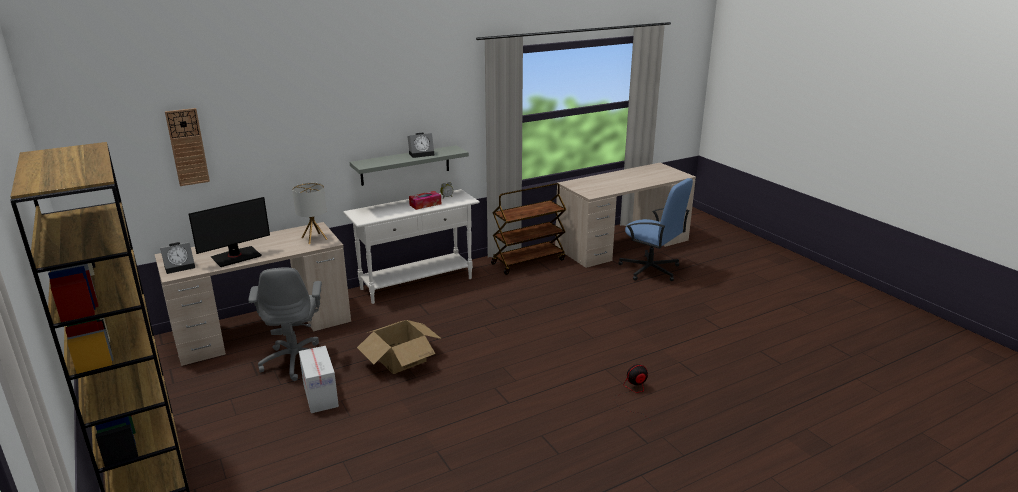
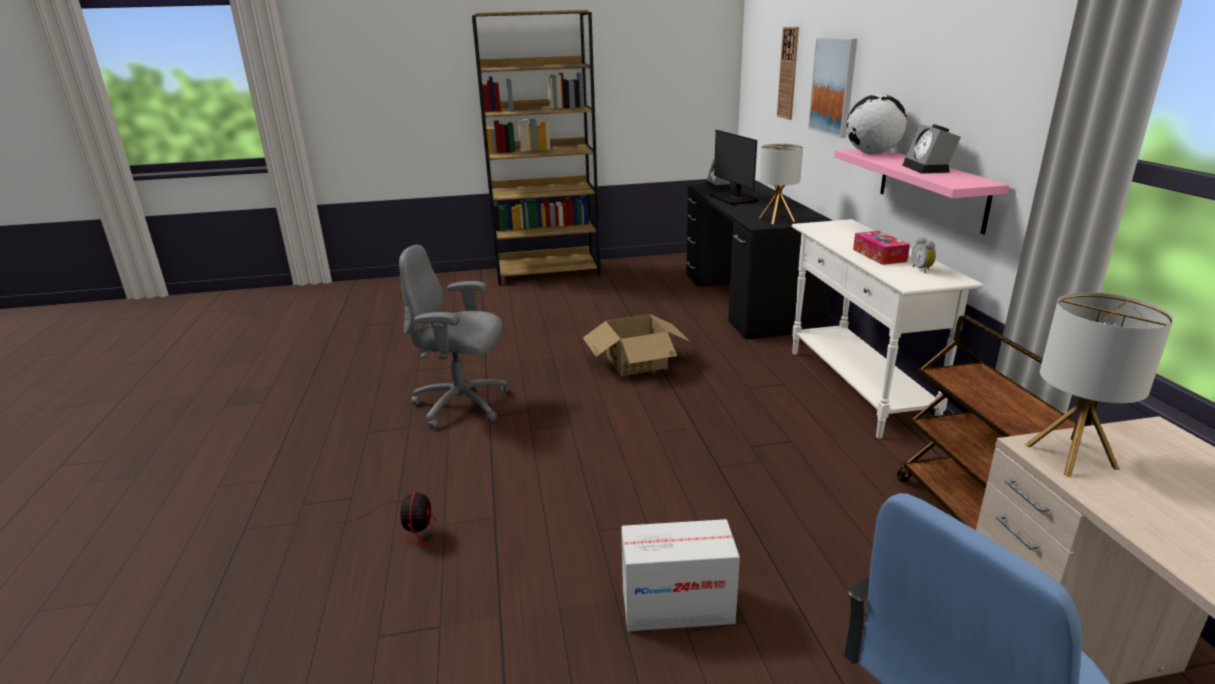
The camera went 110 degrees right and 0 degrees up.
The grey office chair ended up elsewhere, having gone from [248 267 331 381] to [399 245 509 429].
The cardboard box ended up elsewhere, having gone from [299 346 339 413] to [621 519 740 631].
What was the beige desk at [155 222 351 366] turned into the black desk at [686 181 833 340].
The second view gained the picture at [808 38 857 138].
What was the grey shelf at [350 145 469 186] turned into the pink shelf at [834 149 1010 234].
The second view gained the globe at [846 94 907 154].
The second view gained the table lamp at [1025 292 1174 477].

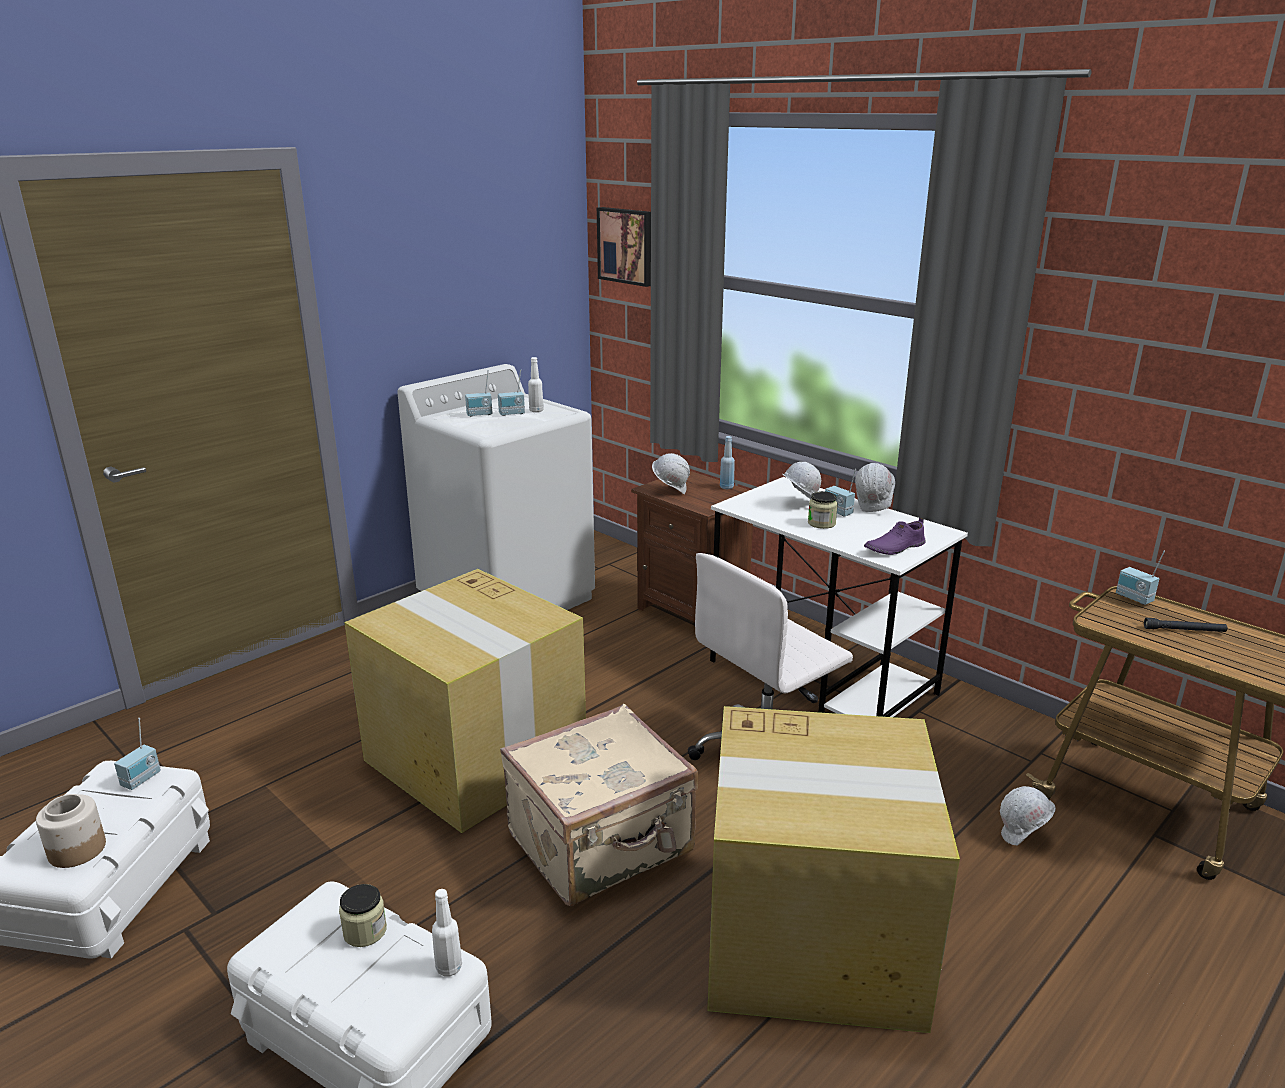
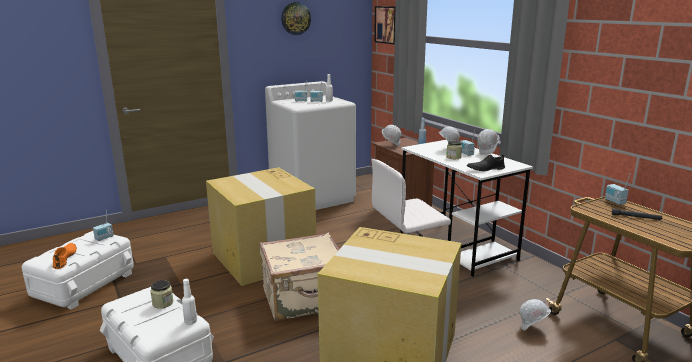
The camera went 15 degrees right and 5 degrees down.
Where the jar stood at [36 794 106 868], the orange shoe came to stand at [53 243 77 269].
The second view gained the wall clock at [281 2 311 35].
What was the purple shoe at [864 518 926 555] turned into the black shoe at [467 154 505 171].

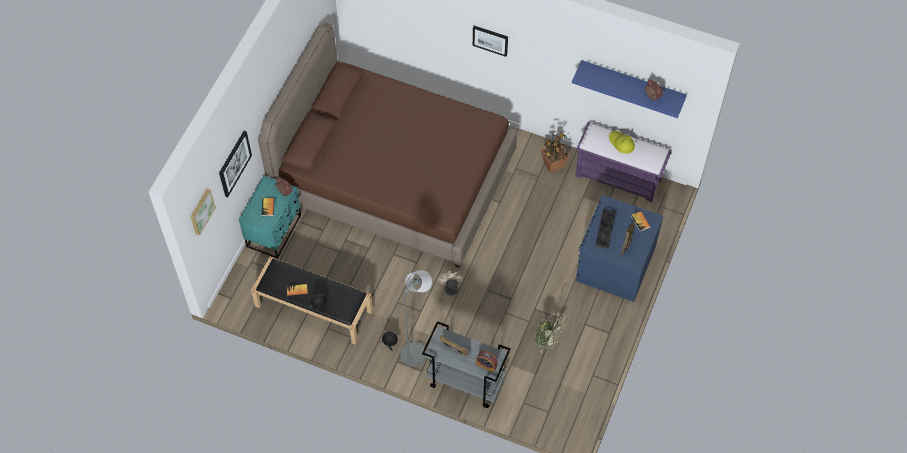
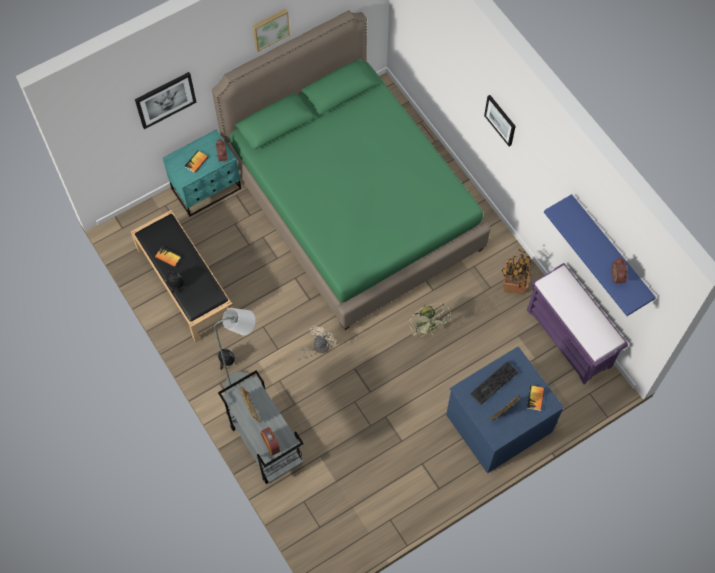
The camera went 35 degrees right and 5 degrees up.
What was the brown bed at [258 23 517 268] turned into the green bed at [212 10 491 330].
The picture ended up elsewhere, having gone from [190 189 216 236] to [253 9 290 52].
The green fan ended up elsewhere, having gone from [534 312 566 353] to [409 303 451 337].
The second view lost the yellow hat at [609 131 635 154].

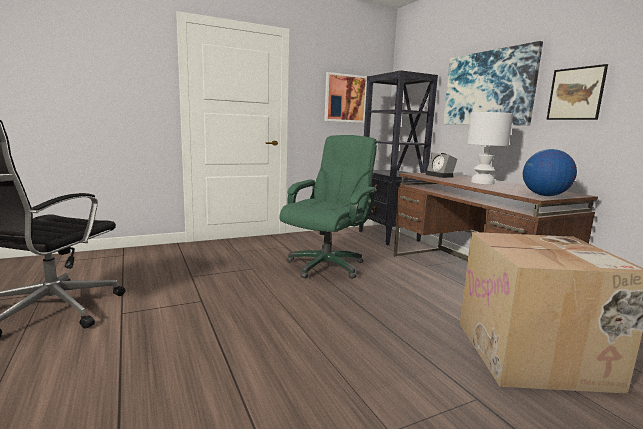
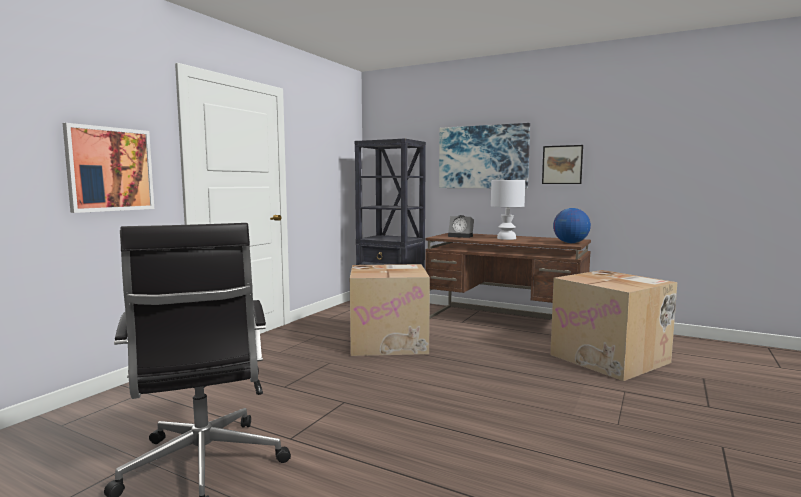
The camera went 35 degrees left and 5 degrees down.
The picture ended up elsewhere, having gone from [324 72 367 123] to [63 123 154 213].
Where the green office chair stood at [279 135 377 279], the cardboard box came to stand at [350 264 430 356].

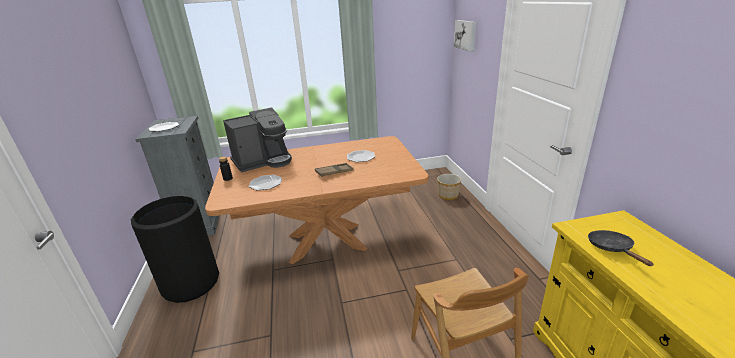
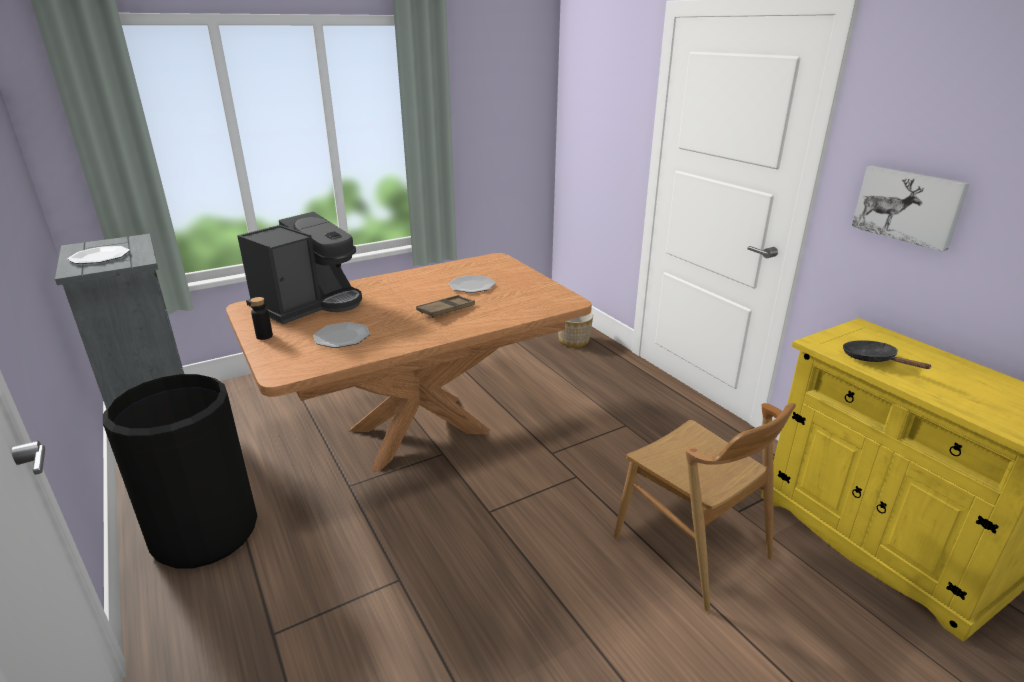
The camera went 20 degrees left and 0 degrees up.
The picture ended up elsewhere, having gone from [454 20 476 52] to [851 166 970 252].

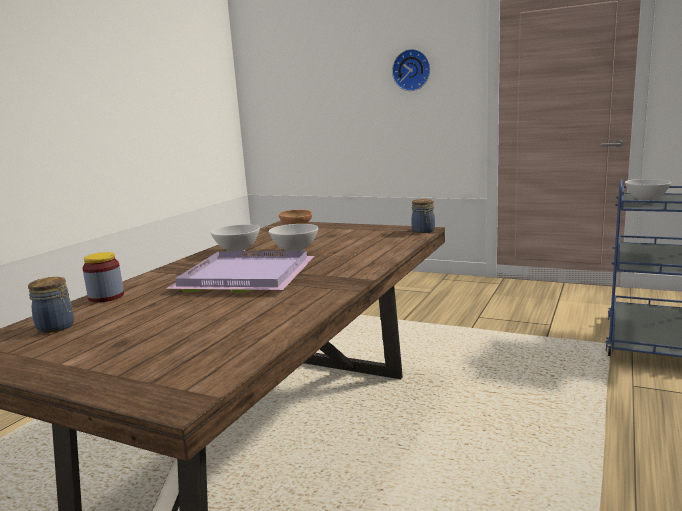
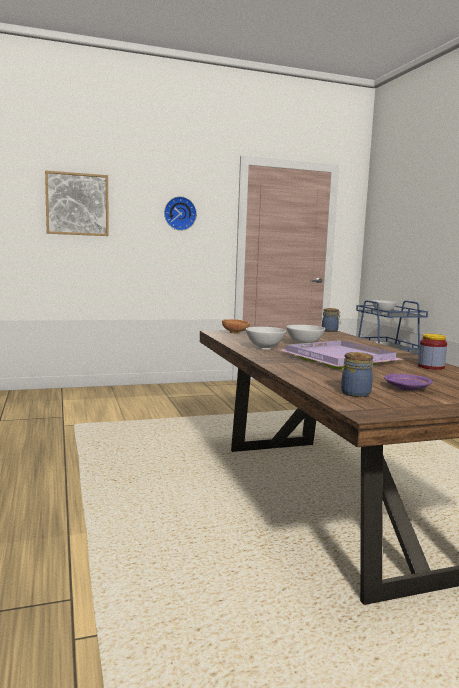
The camera went 45 degrees left and 5 degrees down.
The second view gained the picture at [45 170 109 236].
The second view gained the purple plate at [384 374 433 390].
The jar ended up elsewhere, having gone from [83 252 124 303] to [418 334 447 370].

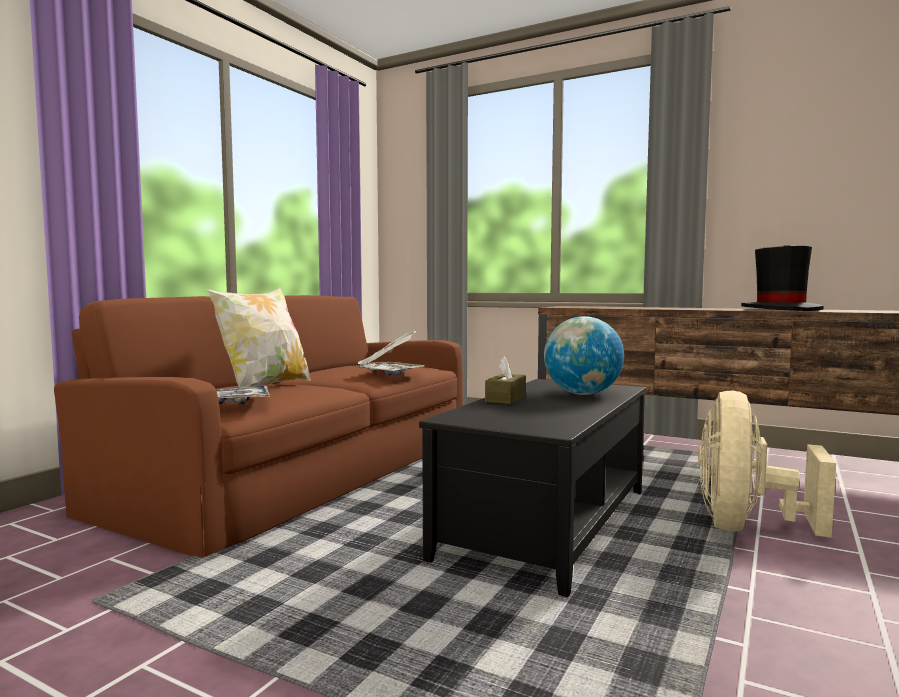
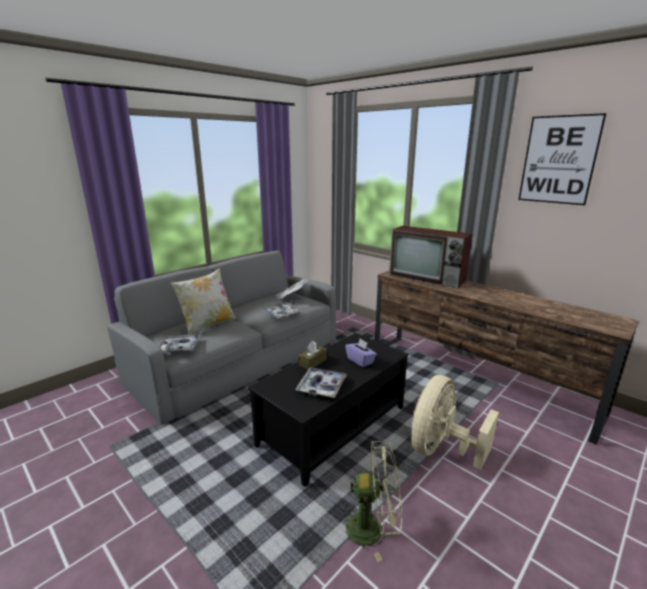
The camera went 15 degrees right and 15 degrees up.
What was the brown sofa at [54 295 463 557] turned into the grey sofa at [107 251 336 425].
The second view gained the tray at [295 368 347 398].
The second view gained the green fan at [340 441 402 562].
Where the globe stood at [544 316 624 395], the purple tissue box came to stand at [345 339 377 367].
The second view gained the television at [389 226 473 288].
The second view gained the picture at [519 113 607 205].
The second view lost the black hat at [741 245 824 311].

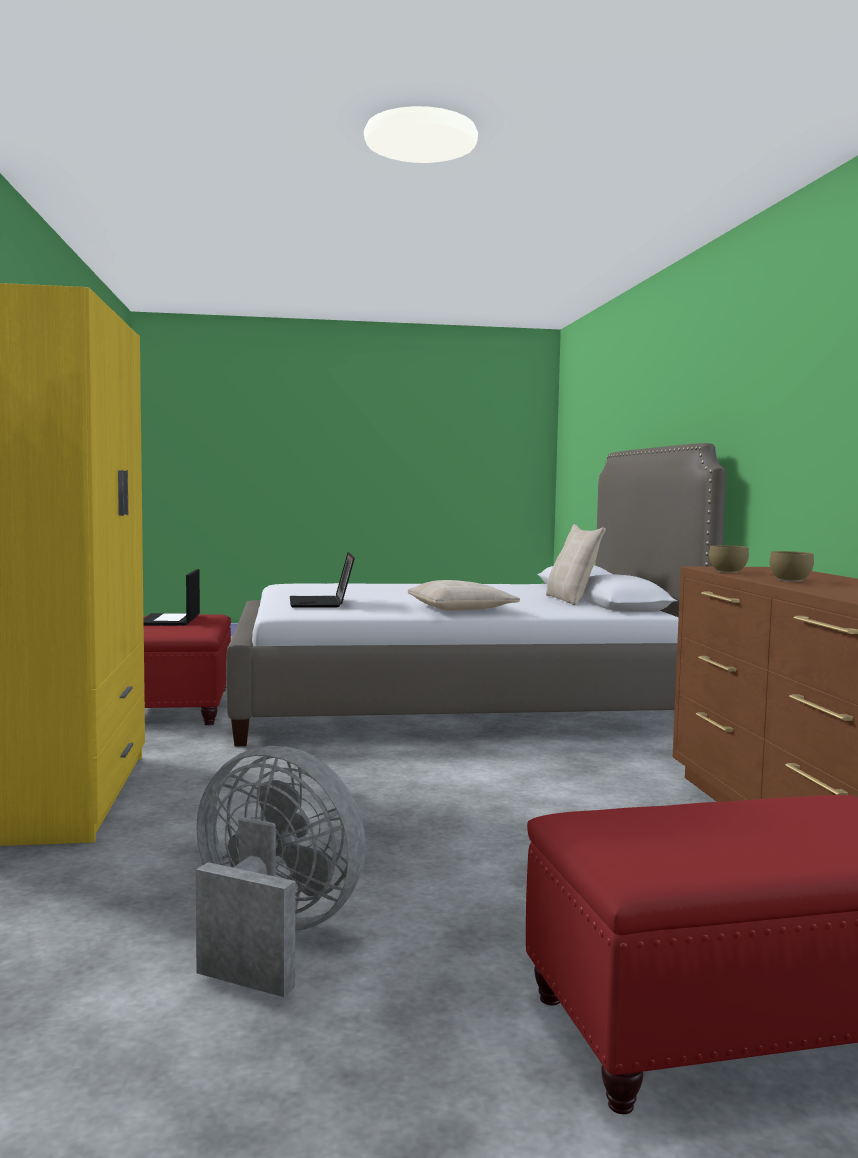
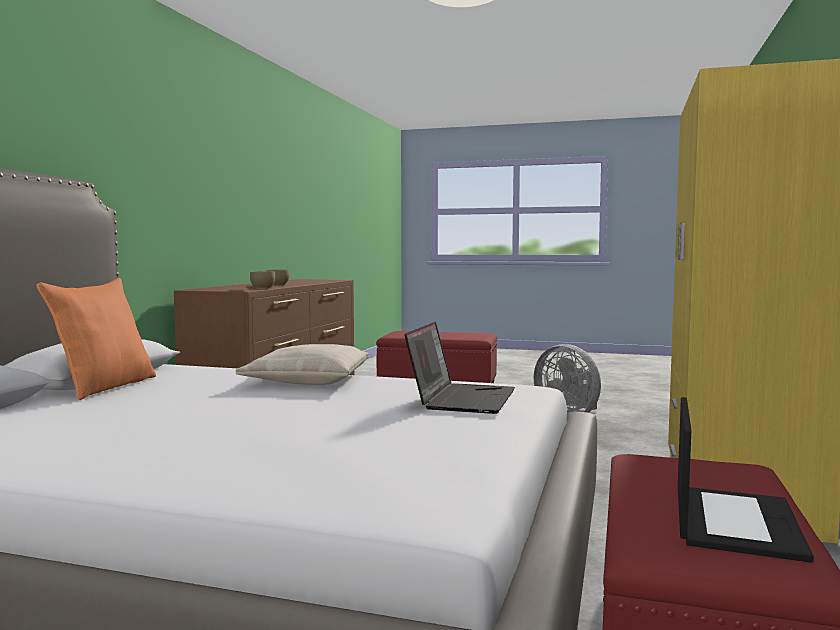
The camera went 155 degrees left and 0 degrees up.
What was the beige pillow at [546 524 606 605] turned into the orange pillow at [37 278 156 400].

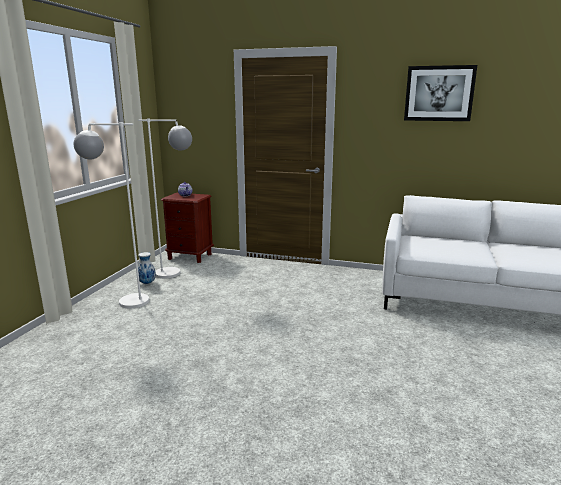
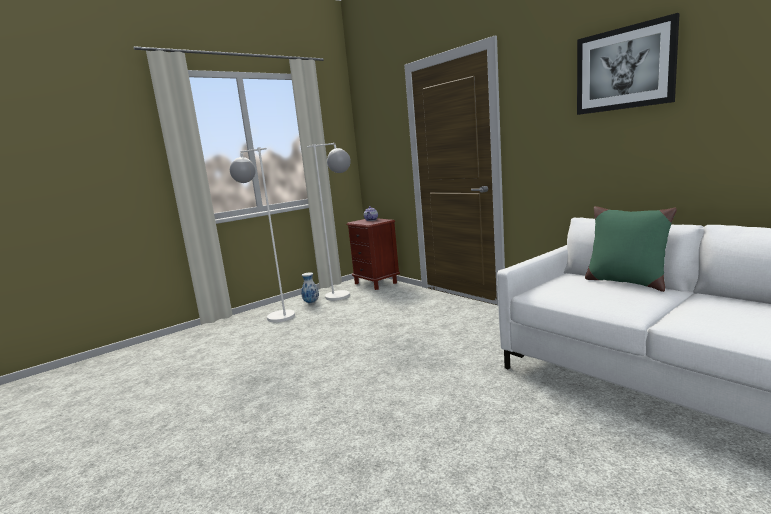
The camera went 35 degrees right and 5 degrees down.
The second view gained the green pillow at [585 206 677 292].

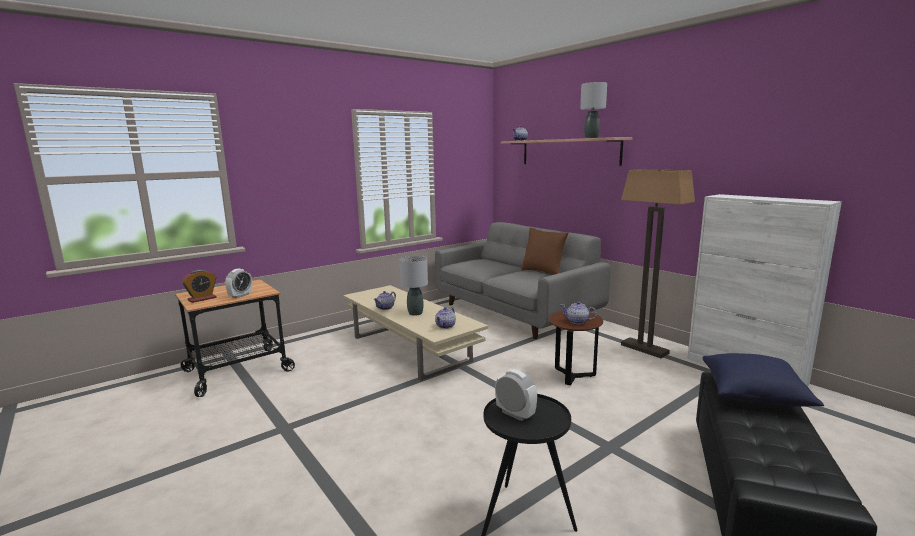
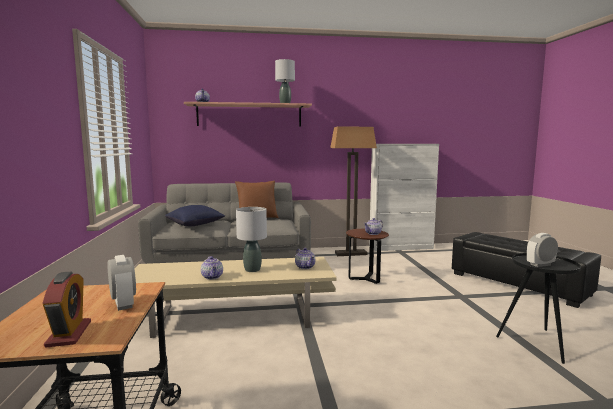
The camera went 60 degrees left and 5 degrees down.
The blue pillow ended up elsewhere, having gone from [703 353 824 407] to [165 205 225 226].

